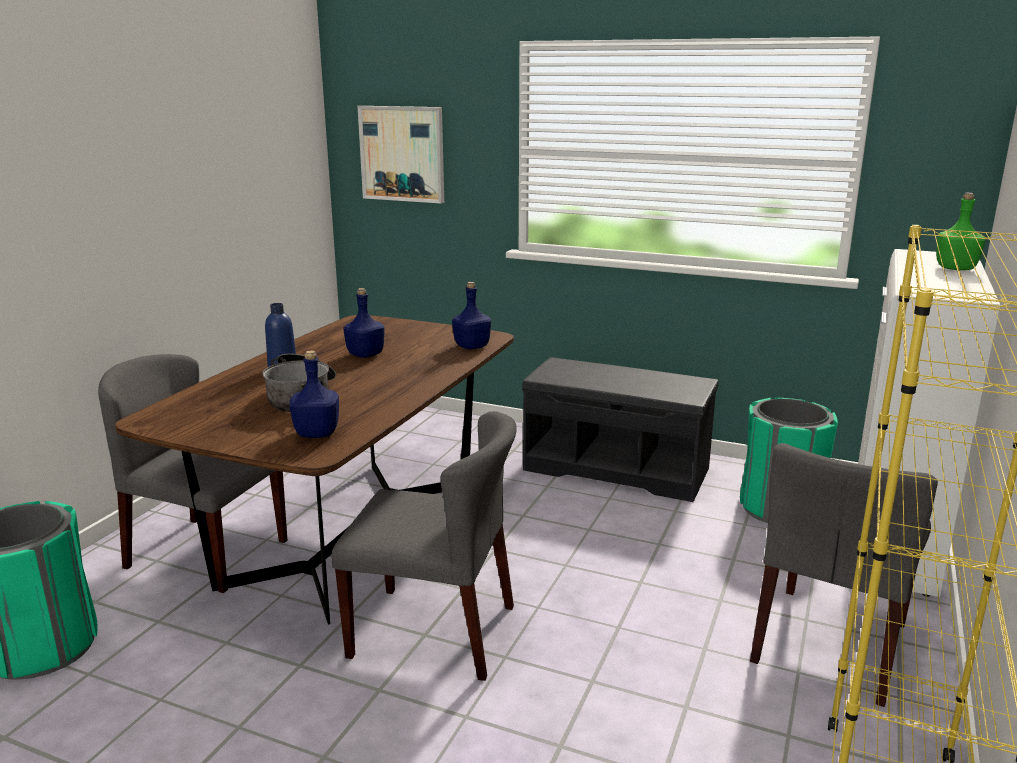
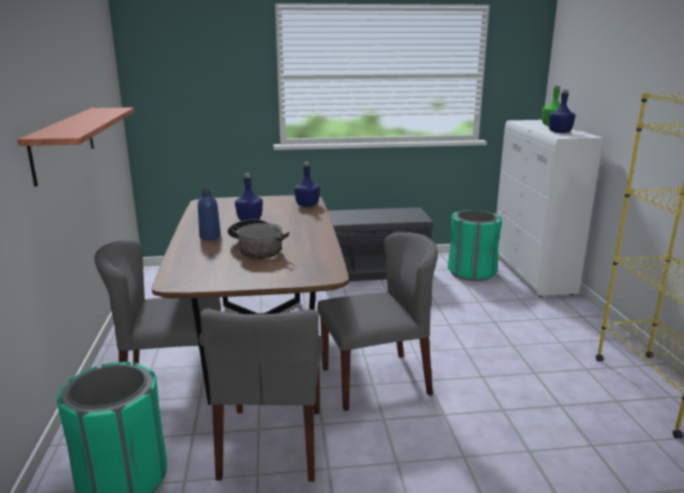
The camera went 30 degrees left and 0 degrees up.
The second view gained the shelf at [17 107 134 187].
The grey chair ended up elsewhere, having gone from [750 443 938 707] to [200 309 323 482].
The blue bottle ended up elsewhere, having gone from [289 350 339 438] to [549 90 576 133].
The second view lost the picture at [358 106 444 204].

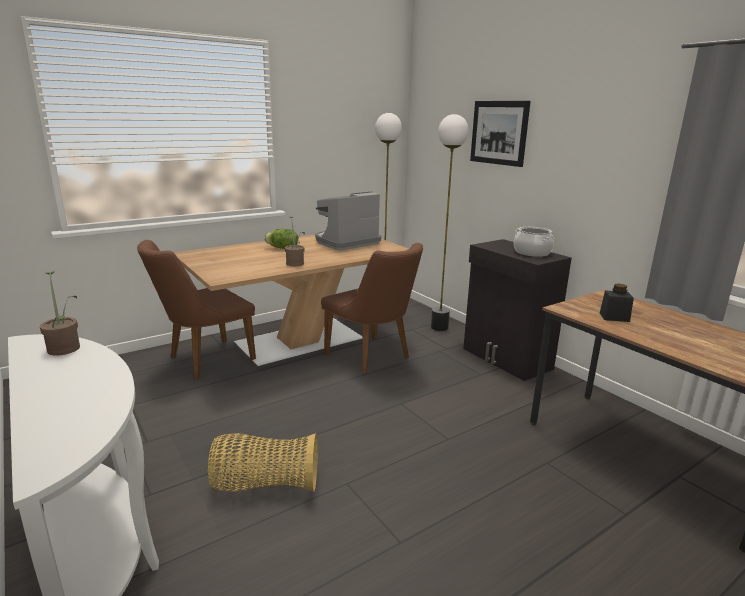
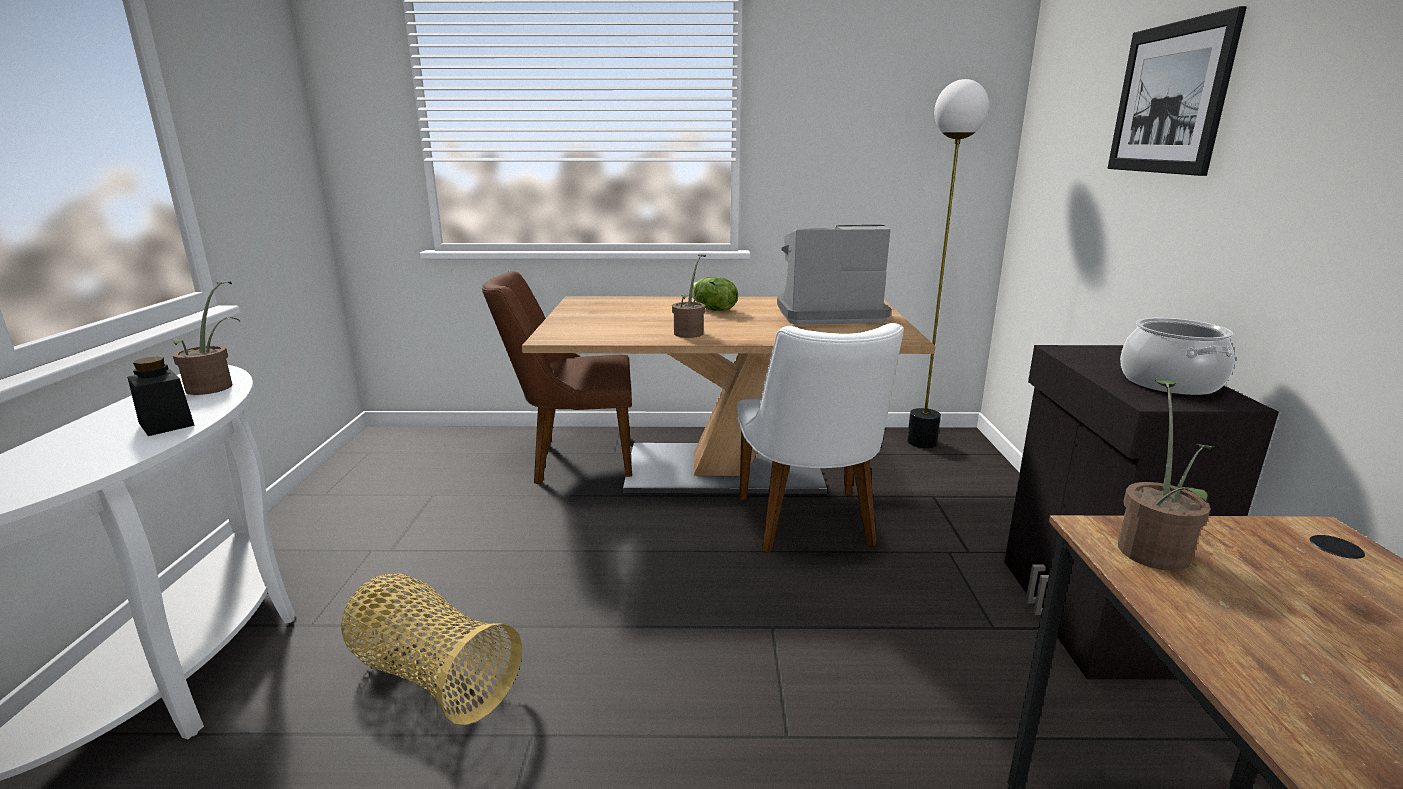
The camera went 35 degrees right and 0 degrees up.
The black jar ended up elsewhere, having gone from [600 284 634 322] to [127 356 195 436].
What was the brown chair at [321 243 423 375] turned into the white chair at [737 323 904 553].
The second view gained the potted plant at [1118 380 1215 571].
The second view lost the floor lamp at [431 114 469 331].

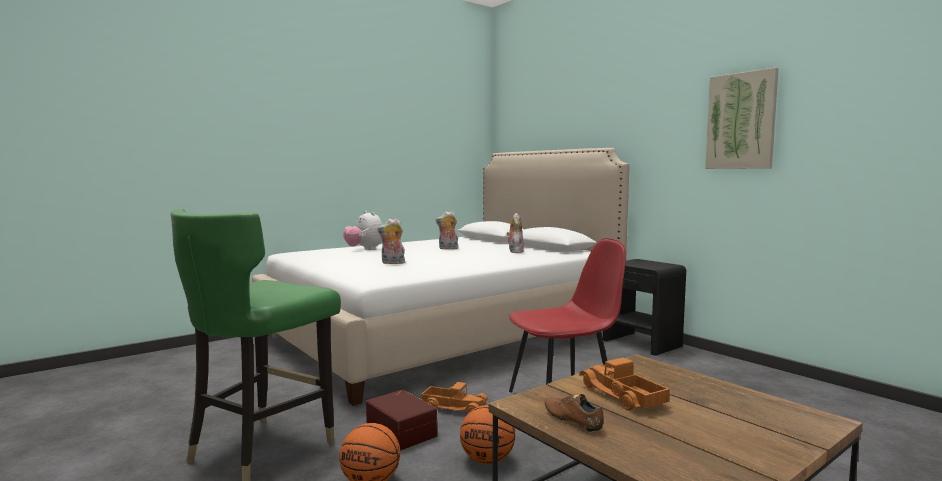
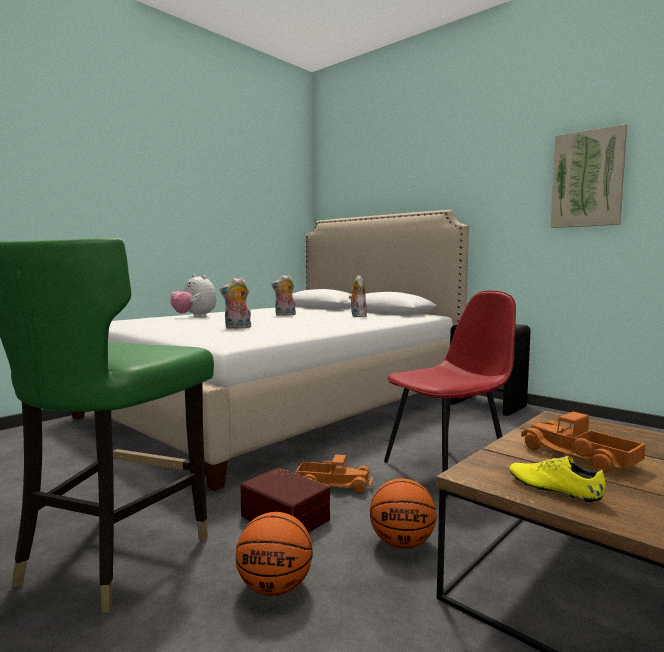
The camera went 10 degrees left and 0 degrees up.
What was the brown shoe at [545 394 604 433] turned into the yellow shoe at [509 456 606 504].

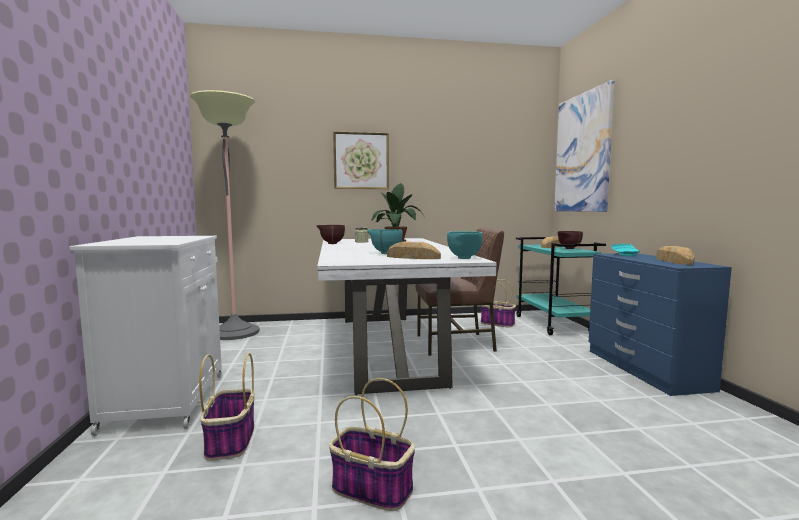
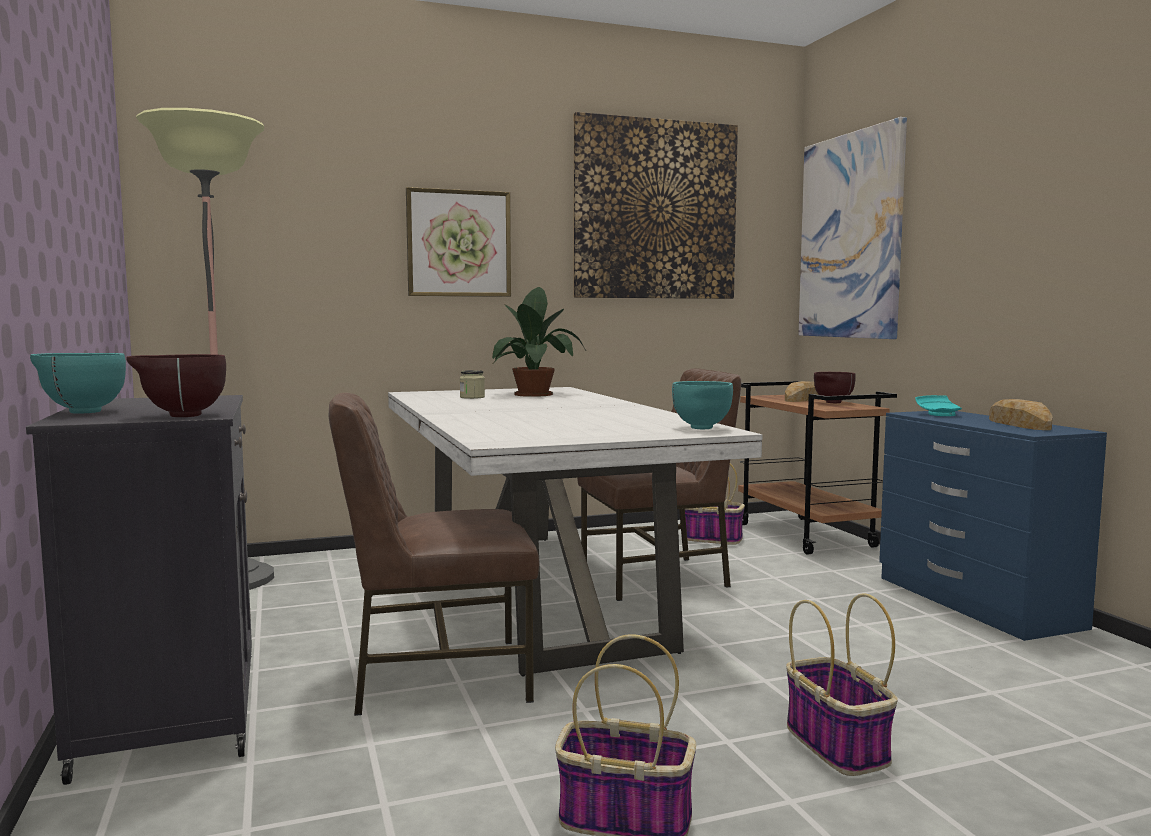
The camera went 10 degrees left and 0 degrees up.
What was the white cabinet at [69 236 222 436] turned into the black cabinet at [26 395 252 785].
The turquoise bowl ended up elsewhere, having gone from [367 229 403 254] to [30 353 126 414].
The brown bowl ended up elsewhere, having gone from [317 225 345 244] to [126 354 226 417].
The second view gained the brown chair at [329 393 539 716].
The second view gained the picture at [573 112 738 299].
What was the turquoise cart at [516 237 606 335] turned into the brown cart at [738 381 897 555].
The basket ended up elsewhere, having gone from [199 353 254 461] to [786 593 898 776].
The second view lost the bread at [387 242 441 259].

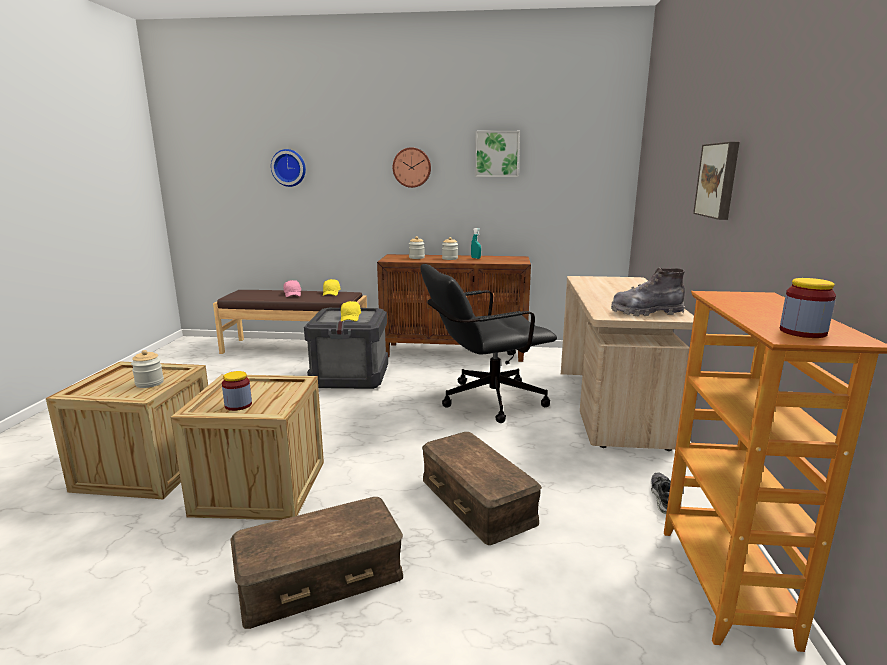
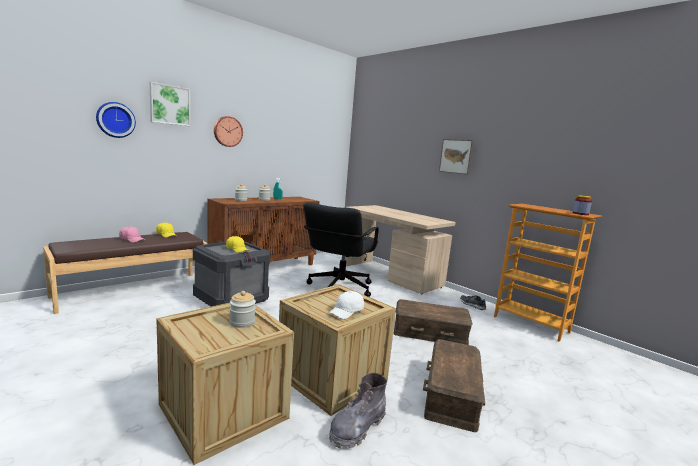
The camera went 50 degrees left and 5 degrees down.
The picture ended up elsewhere, having gone from [475 131 520 177] to [150 82 191 126].
Where the jar stood at [222 371 252 411], the white cap came to stand at [329 291 364 319].
The grey boot ended up elsewhere, having gone from [611 267 685 317] to [329 373 387 449].

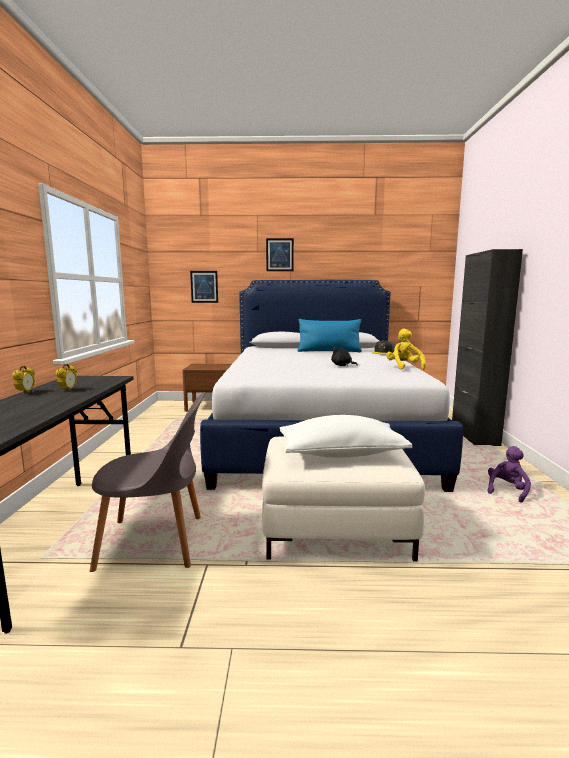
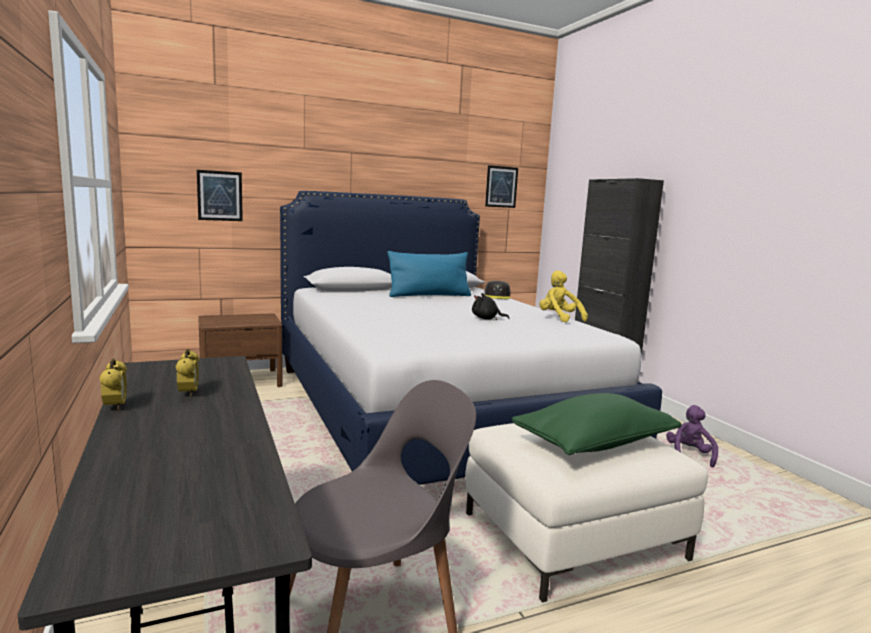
The camera went 25 degrees left and 0 degrees up.
The picture ended up elsewhere, having gone from [266 238 294 271] to [485 165 518 208].
What was the white pillow at [279 415 412 458] turned into the green pillow at [512 393 681 455].

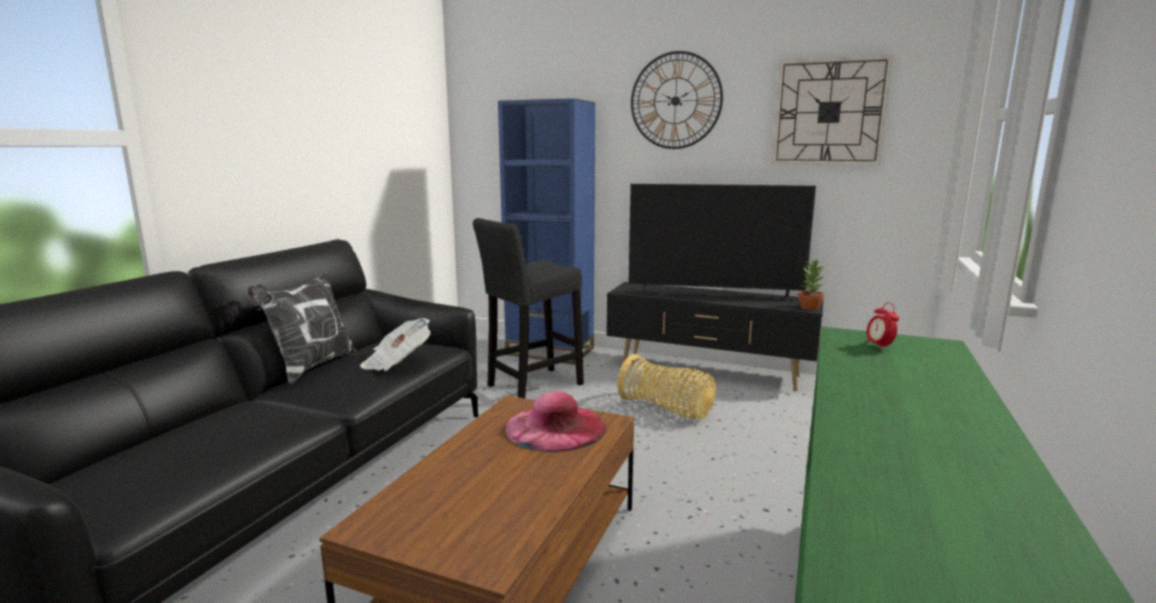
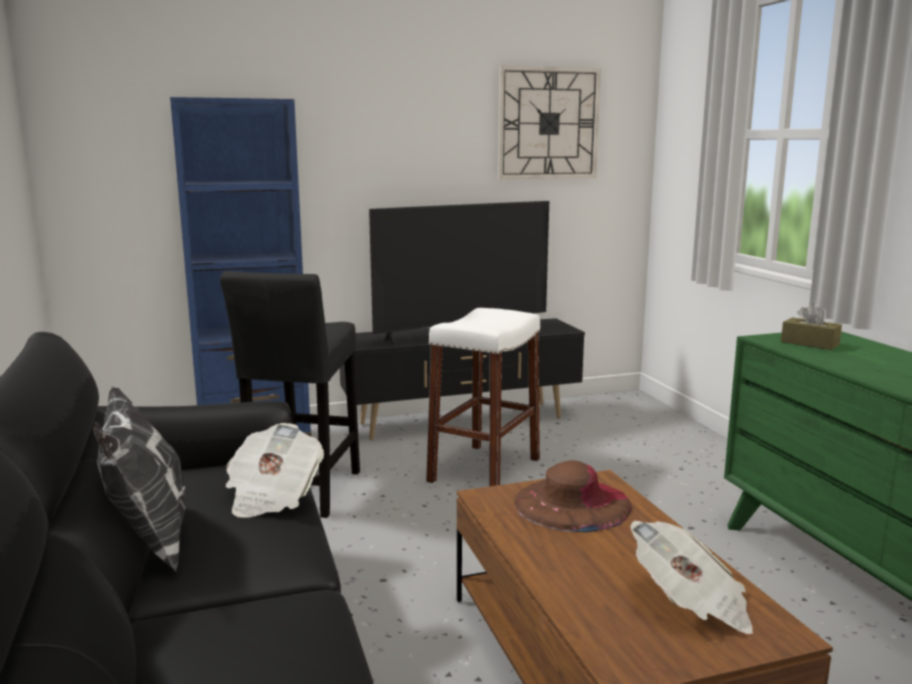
The camera went 40 degrees left and 0 degrees up.
Where the basket stood at [617 354 716 420], the white stool came to stand at [426 308 540 486].
What was the pink hat at [506 391 606 452] turned into the brown hat at [514 460 632 532].
The second view gained the newspaper at [630 520 753 634].
Where the alarm clock stood at [866 303 899 350], the brown tissue box came to stand at [781 303 842 350].
The second view lost the wall clock at [631 51 723 149].
The second view lost the potted plant at [798 259 825 310].

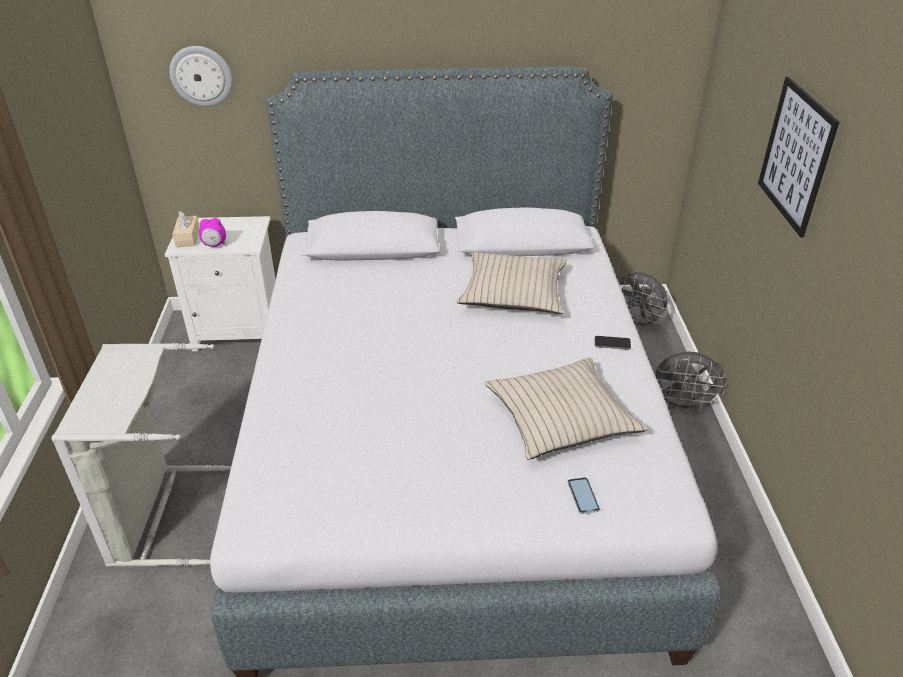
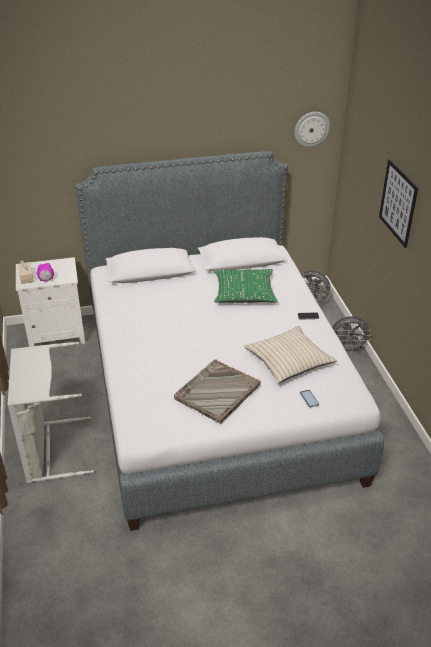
The camera went 10 degrees left and 0 degrees up.
The second view gained the grey tray at [174 359 261 424].
What was the beige pillow at [456 252 567 314] turned into the green pillow at [214 269 278 303].
The wall clock ended up elsewhere, having gone from [169 46 233 107] to [294 112 330 147].

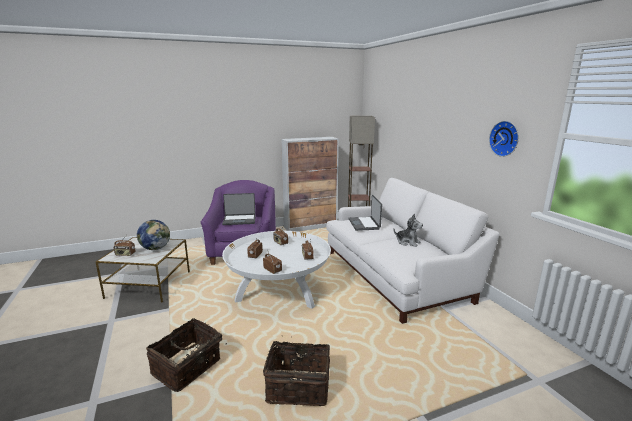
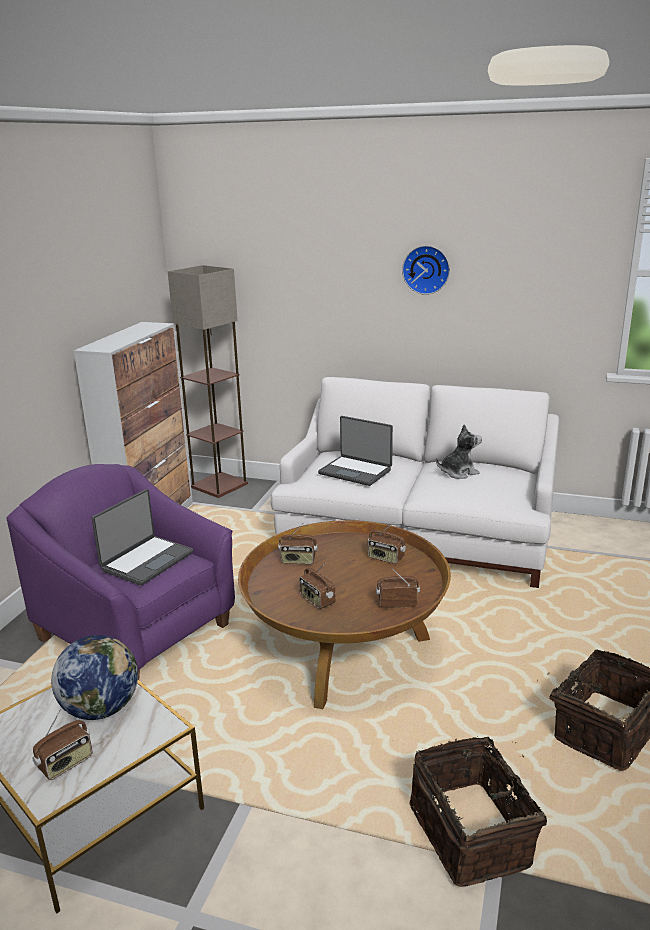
The camera went 50 degrees left and 5 degrees up.
What was the white coffee table at [222 231 331 309] turned into the brown coffee table at [238 520 451 709].
The wall clock ended up elsewhere, having gone from [489 121 519 157] to [402 245 450 295].

